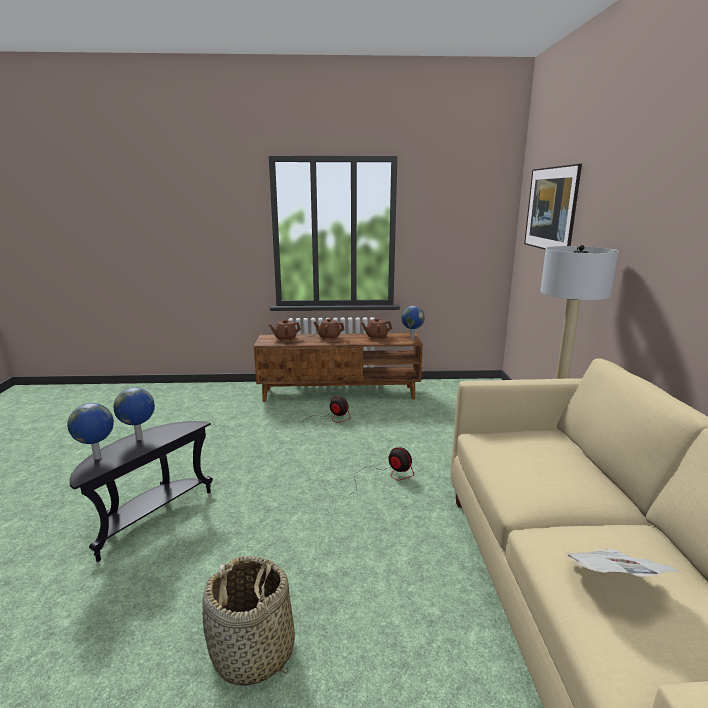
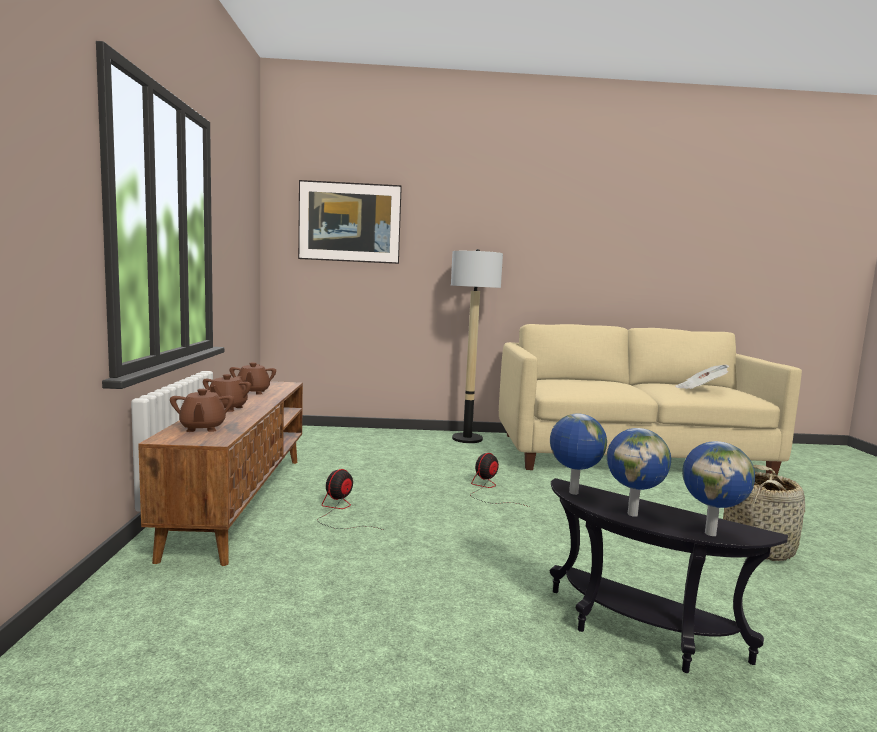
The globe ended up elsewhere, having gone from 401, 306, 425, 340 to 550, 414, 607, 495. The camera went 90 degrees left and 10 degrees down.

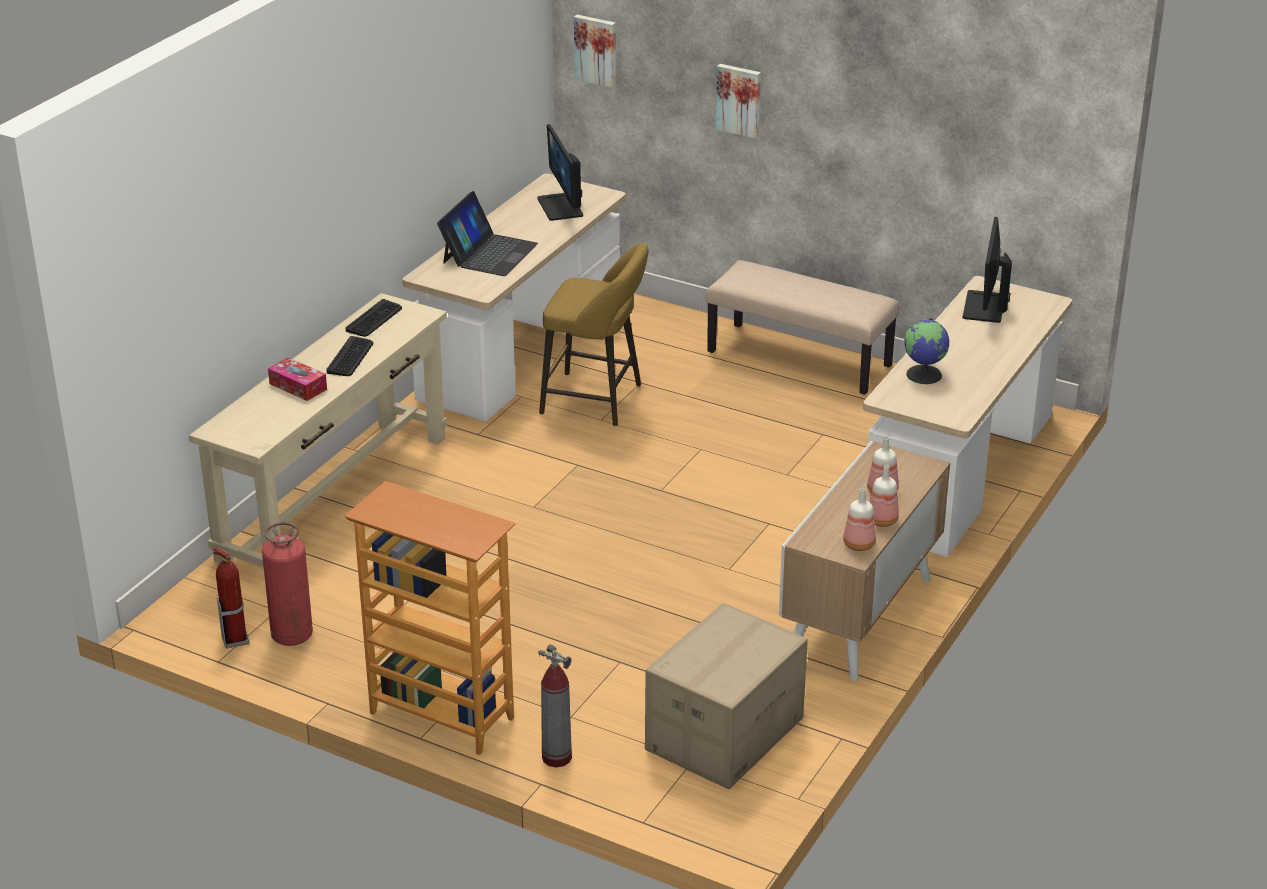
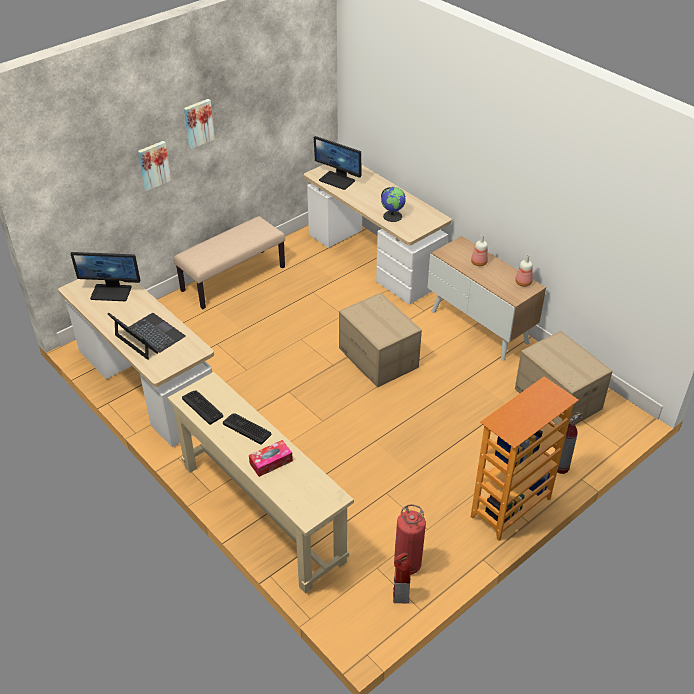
The tableau ended up elsewhere, having gone from 574, 15, 616, 88 to 184, 99, 215, 149. The second view lost the tabouret/jaune at 539, 243, 649, 426. The second view lost the bouteille at 869, 465, 899, 527. The second view gained the carton at 339, 293, 422, 388. The camera went 70 degrees left and 10 degrees up.

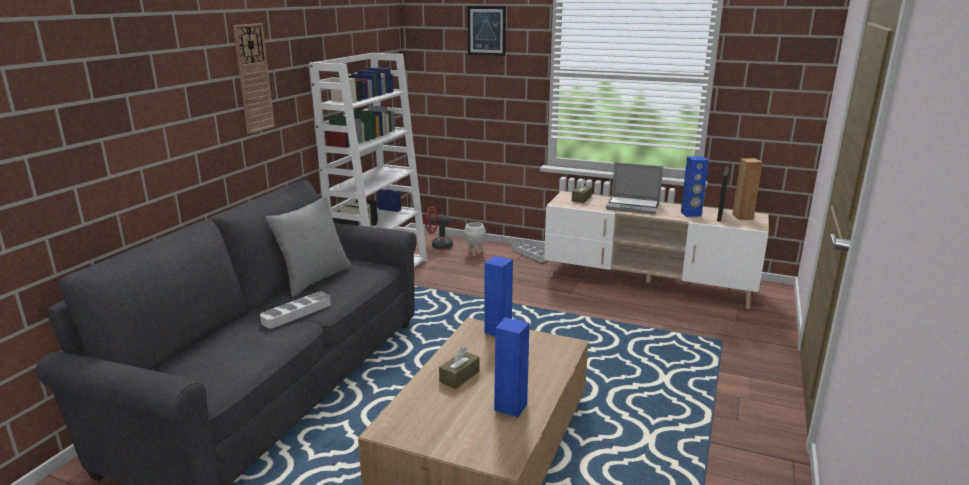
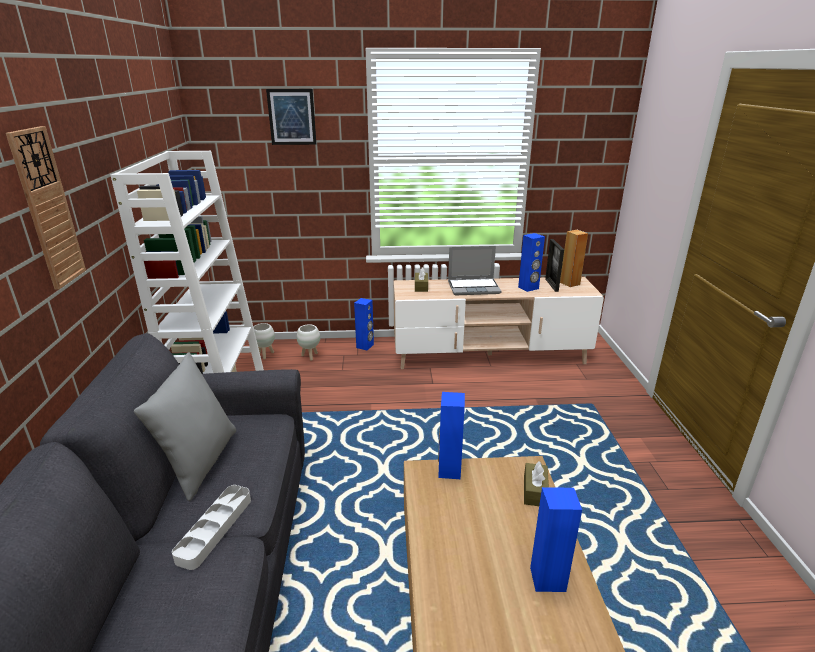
Where the ventilateur/rouge stood at 425, 206, 453, 249, the cache-pot/blanc came to stand at 253, 323, 275, 359. Where the plateau/gris stood at 512, 242, 548, 262, the enceinte/bleu came to stand at 354, 298, 374, 350. The boîte à mouchoirs/marron ended up elsewhere, having gone from 439, 347, 480, 389 to 524, 461, 549, 506. The camera went 25 degrees left and 5 degrees up.

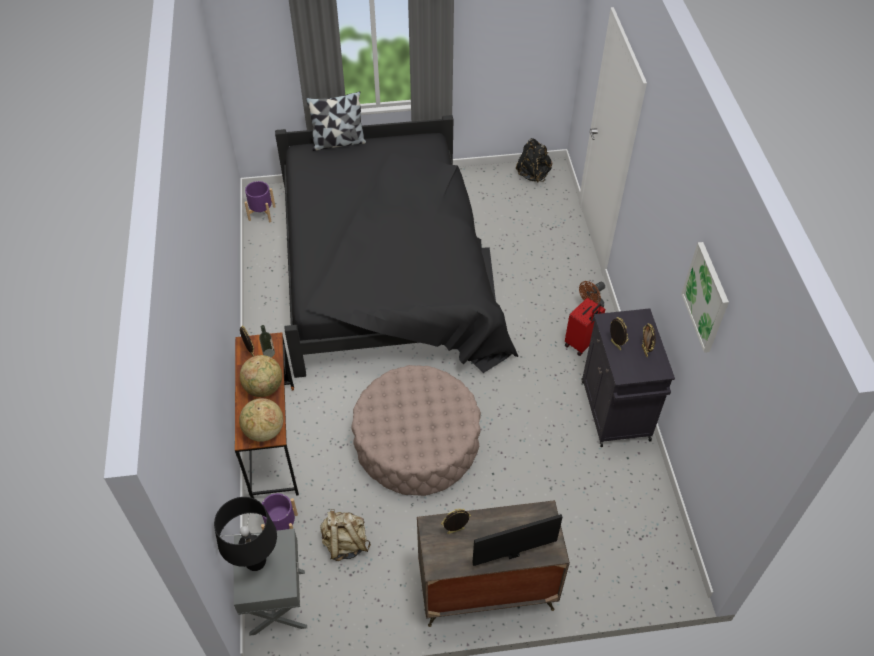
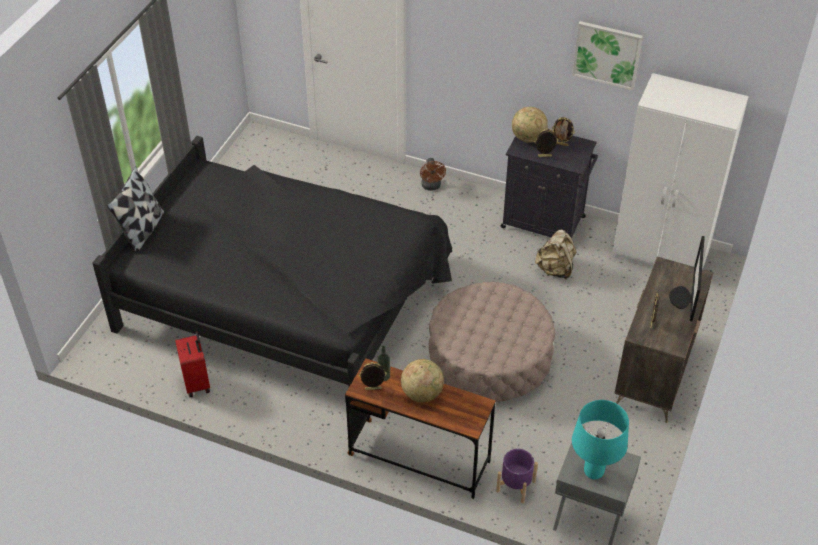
The second view lost the sac à dos/noir at 516, 138, 552, 183. The second view lost the cache-pot/violet at 244, 181, 275, 222. The valise/rouge ended up elsewhere, having gone from 565, 298, 605, 356 to 175, 332, 210, 397. The globe ended up elsewhere, having gone from 239, 398, 283, 442 to 512, 107, 548, 143. What was the lampe de table/noir at 214, 497, 277, 571 turned into the lampe de table/turquoise at 572, 400, 629, 480. The sac à dos/beige ended up elsewhere, having gone from 320, 509, 371, 561 to 535, 230, 576, 280. The second view gained the armoire/blanc at 612, 73, 749, 269. The camera went 60 degrees left and 5 degrees down.

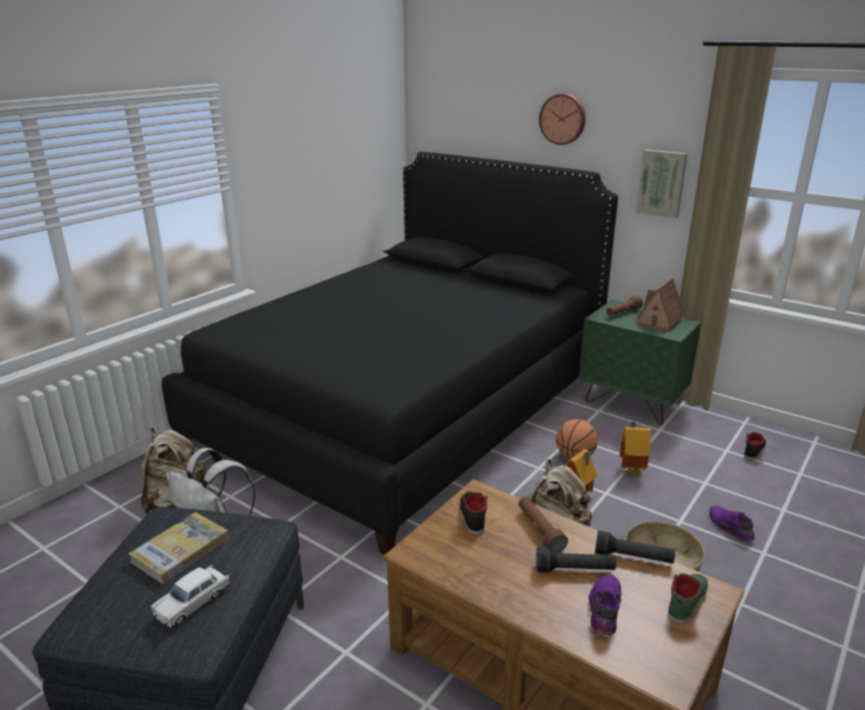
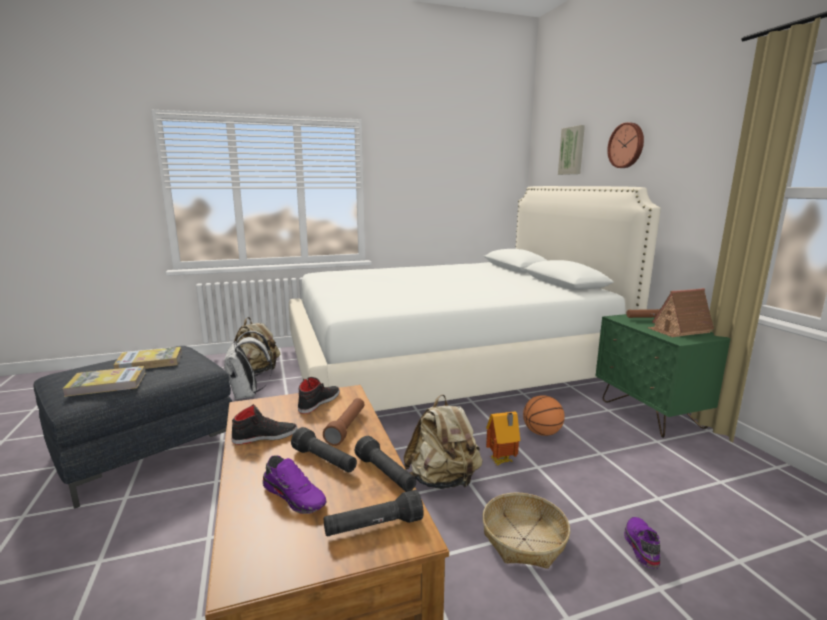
The tableau ended up elsewhere, having gone from 636, 149, 688, 218 to 558, 125, 585, 175. What was the lit/noir at 162, 152, 618, 555 turned into the lit/blanc at 289, 186, 661, 411. The second view lost the maison miniature at 619, 422, 651, 475. The chaussure/noir ended up elsewhere, having gone from 744, 432, 767, 461 to 231, 404, 298, 445. Where the petite voiture/blanc stood at 150, 565, 230, 628, the livre came to stand at 63, 366, 146, 397. Where the chaussure/vert stood at 668, 573, 708, 624, the lampe de poche/noir came to stand at 324, 490, 424, 536. The chaussure/violet at 588, 574, 621, 636 ended up facing another way, 75 degrees clockwise from before. The camera went 35 degrees right and 10 degrees down.

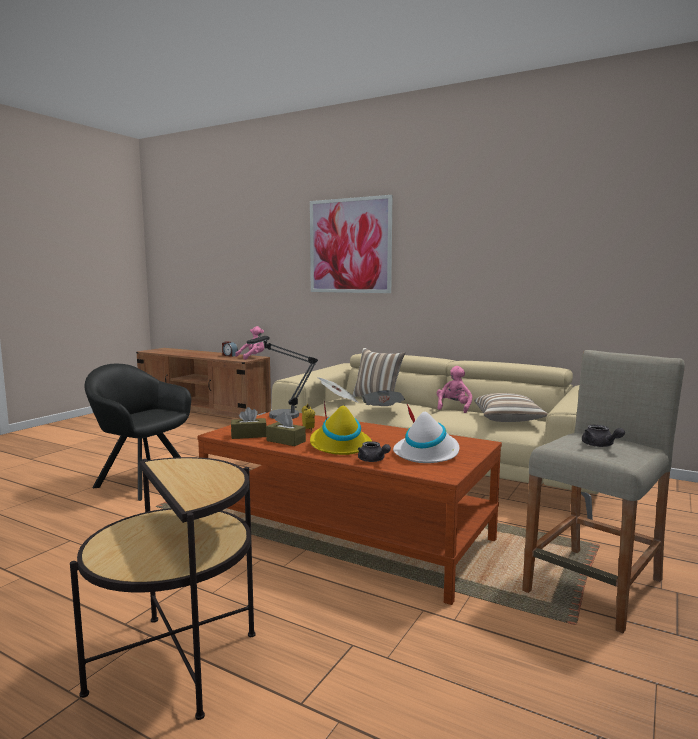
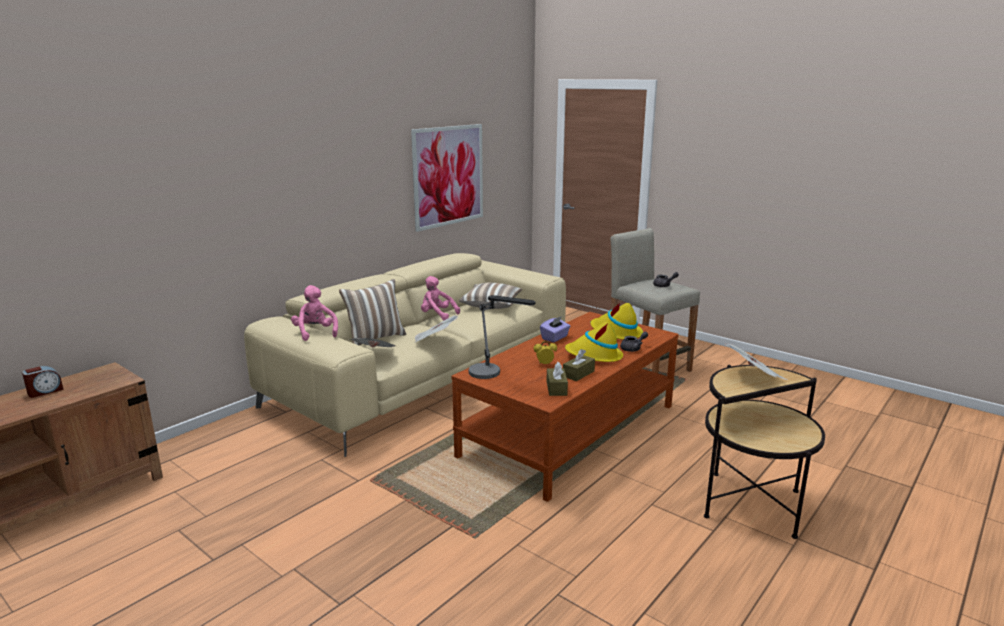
The tableau ended up elsewhere, having gone from 310, 195, 392, 293 to 411, 124, 483, 232. The peluche/rose ended up elsewhere, having gone from 235, 326, 264, 360 to 291, 285, 338, 341. The second view lost the fauteuil/noir at 85, 364, 191, 501. What was the chapeau/blanc at 393, 404, 459, 463 turned into the chapeau/jaune at 590, 302, 643, 340. The second view gained the boîte à mouchoirs/violet at 540, 316, 570, 343. The second view gained the journal at 725, 343, 788, 380. The camera went 80 degrees left and 10 degrees up.

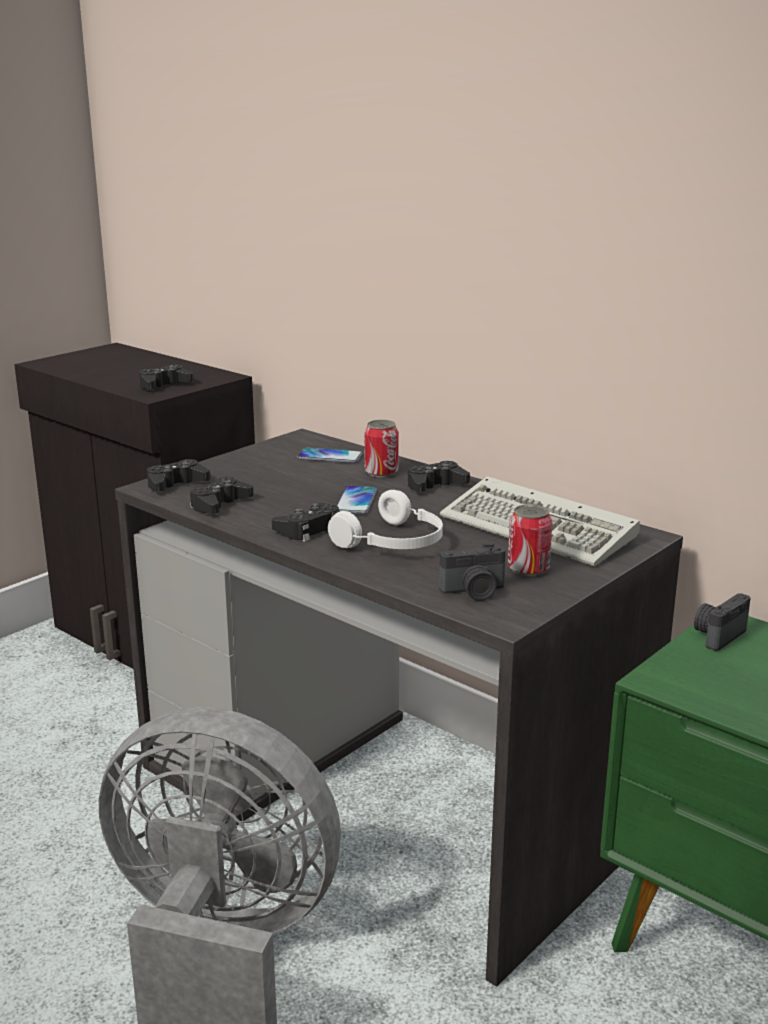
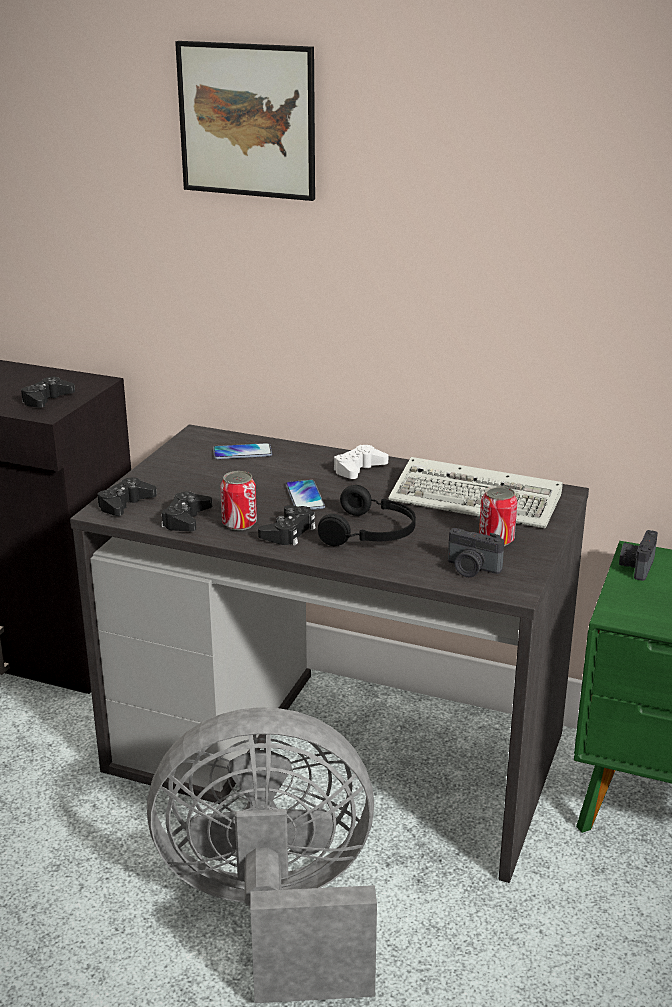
The boîte métallique ended up elsewhere, having gone from 364, 420, 399, 477 to 220, 471, 257, 530. What was the manette/noir at 408, 461, 470, 492 turned into the manette/blanc at 334, 445, 388, 479. What was the casque audio/blanc at 328, 490, 443, 549 turned into the casque audio/noir at 318, 485, 416, 546. The appareil photo at 439, 543, 506, 601 ended up facing another way, 60 degrees clockwise from before. The second view gained the tableau at 175, 41, 315, 201. The camera went 20 degrees left and 5 degrees up.

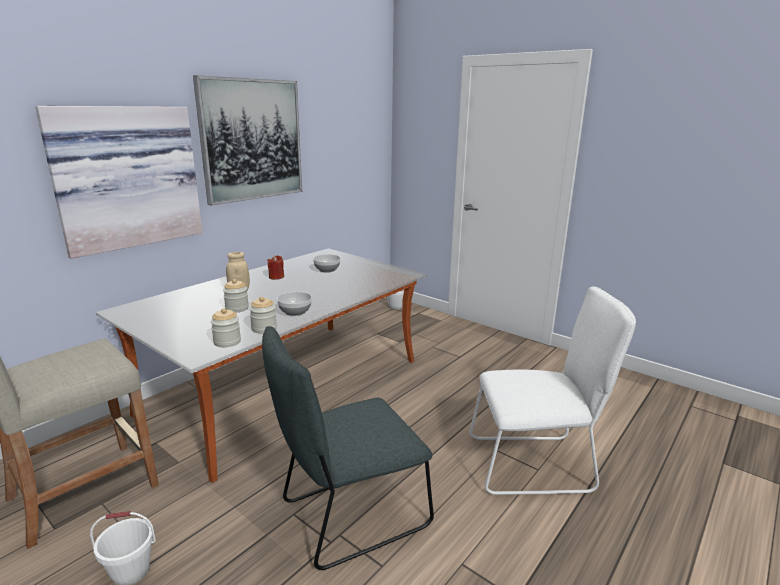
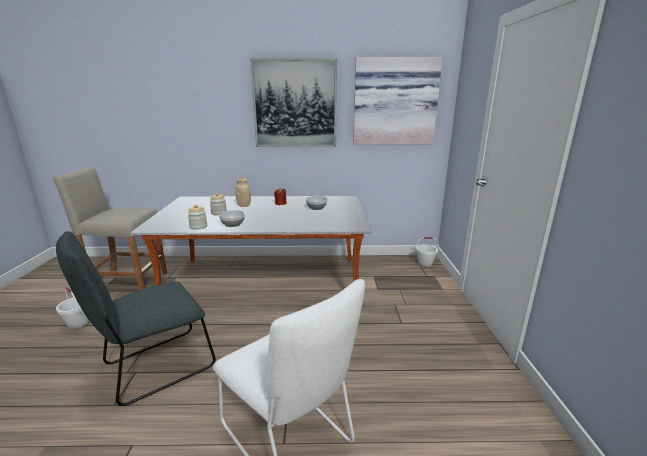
The tableau ended up elsewhere, having gone from 35, 106, 203, 259 to 353, 57, 443, 144. The second view lost the bocal at 211, 308, 241, 347. The chaise/gris at 262, 326, 434, 570 ended up facing another way, 60 degrees counterclockwise from before. The camera went 50 degrees right and 0 degrees up.

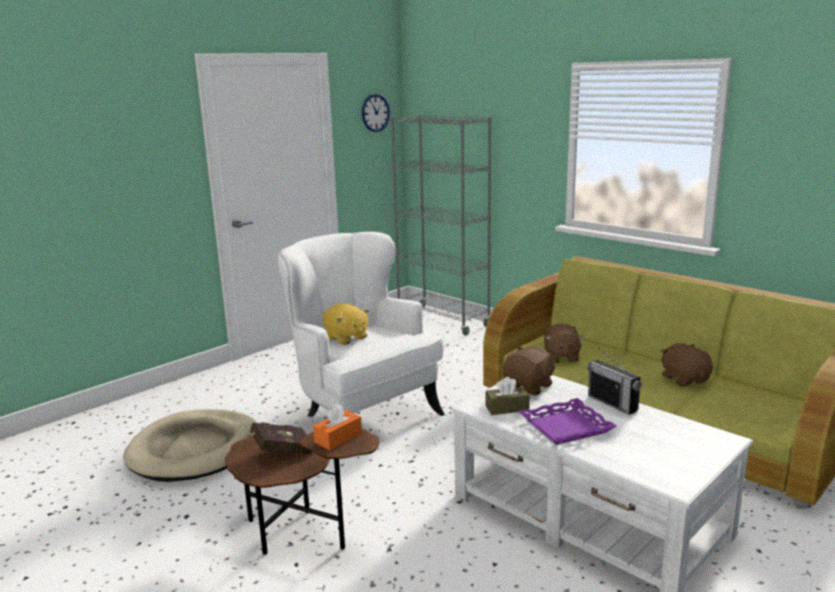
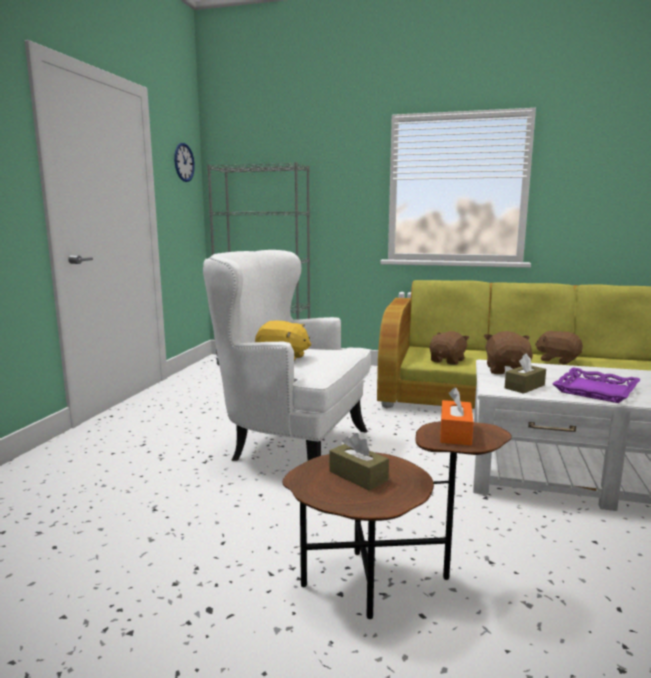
The peluche/marron at 544, 323, 584, 363 ended up facing another way, 120 degrees counterclockwise from before. The second view lost the radio at 587, 348, 642, 415. The second view lost the panier pour chien/beige at 123, 409, 257, 482. Where the livre/rouge stood at 246, 422, 312, 454, the boîte à mouchoirs/marron came to stand at 329, 433, 389, 491. The camera went 30 degrees left and 5 degrees down.

